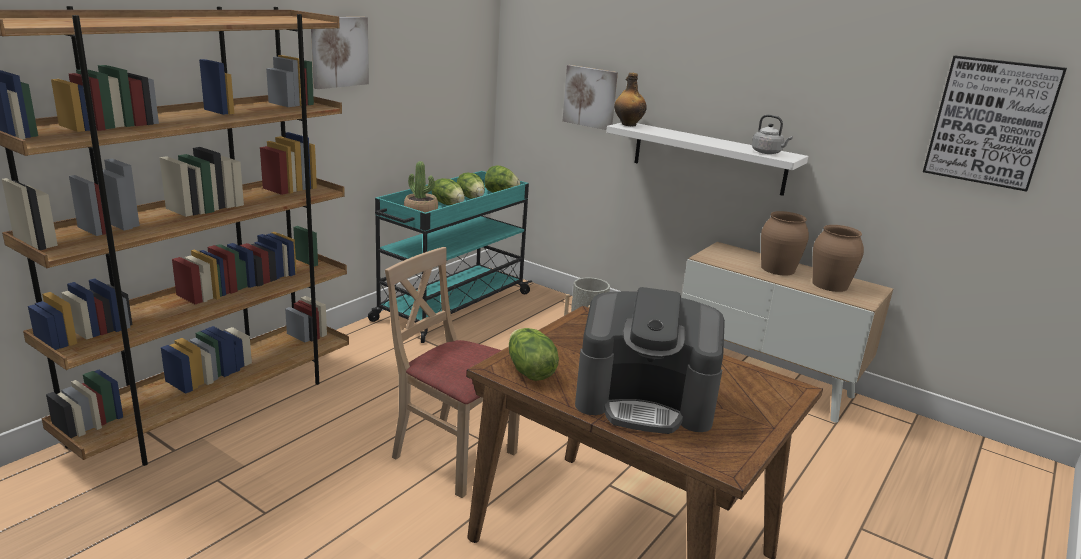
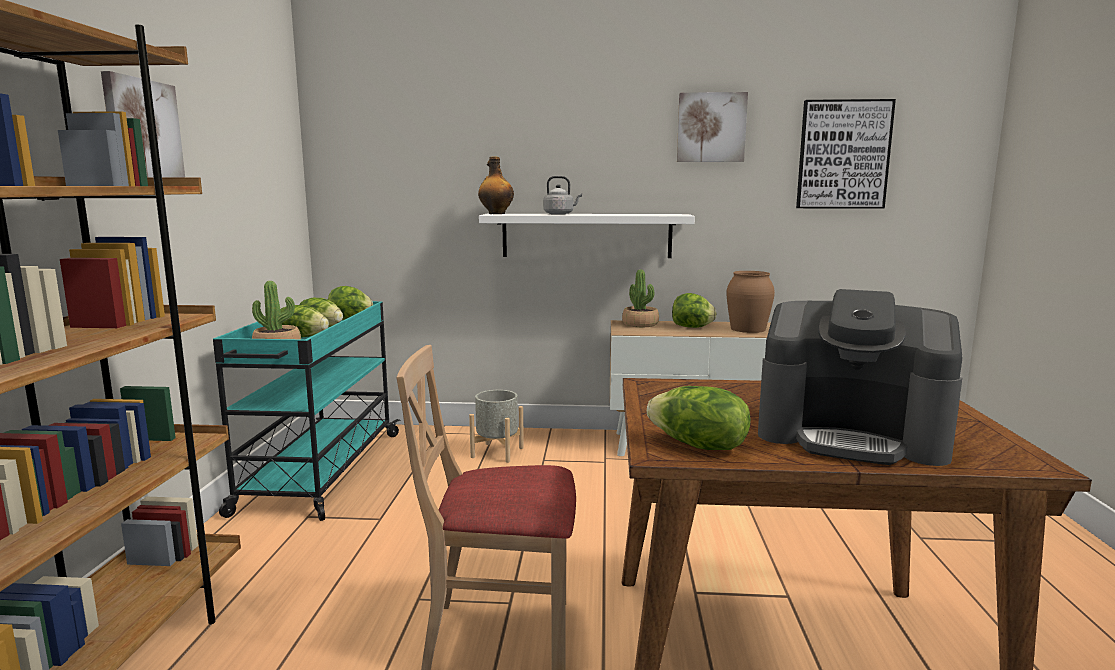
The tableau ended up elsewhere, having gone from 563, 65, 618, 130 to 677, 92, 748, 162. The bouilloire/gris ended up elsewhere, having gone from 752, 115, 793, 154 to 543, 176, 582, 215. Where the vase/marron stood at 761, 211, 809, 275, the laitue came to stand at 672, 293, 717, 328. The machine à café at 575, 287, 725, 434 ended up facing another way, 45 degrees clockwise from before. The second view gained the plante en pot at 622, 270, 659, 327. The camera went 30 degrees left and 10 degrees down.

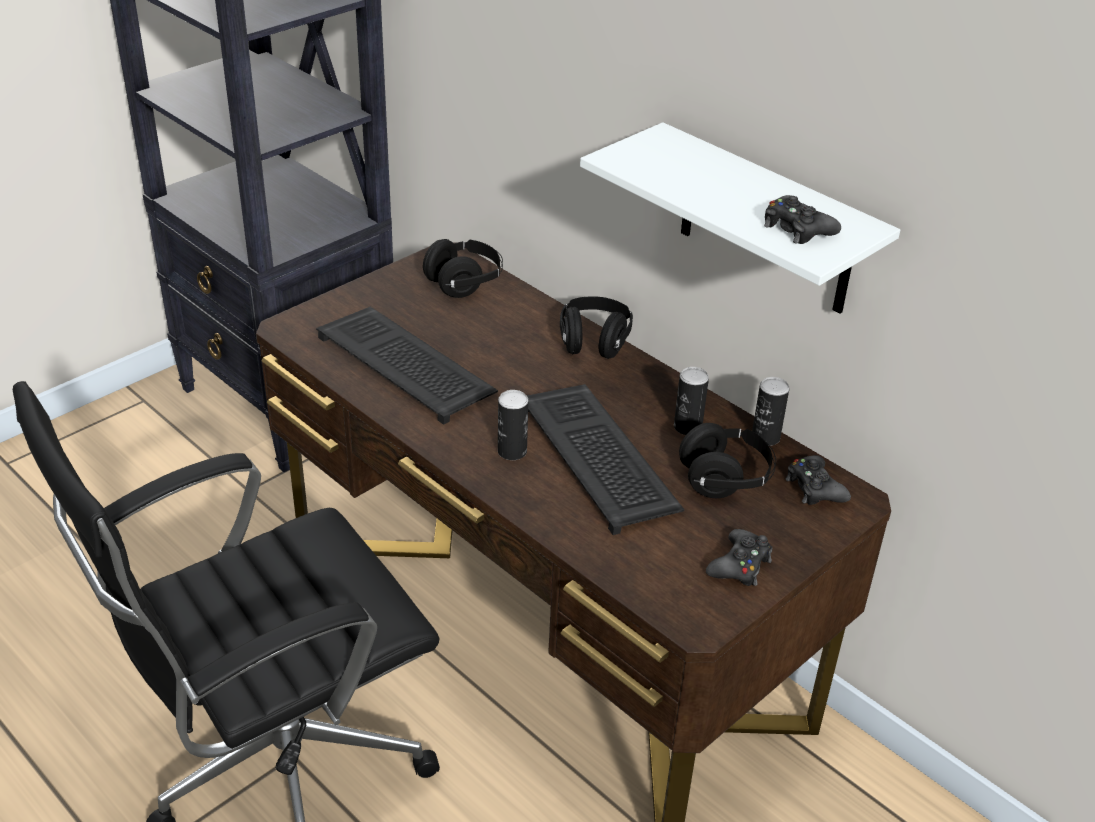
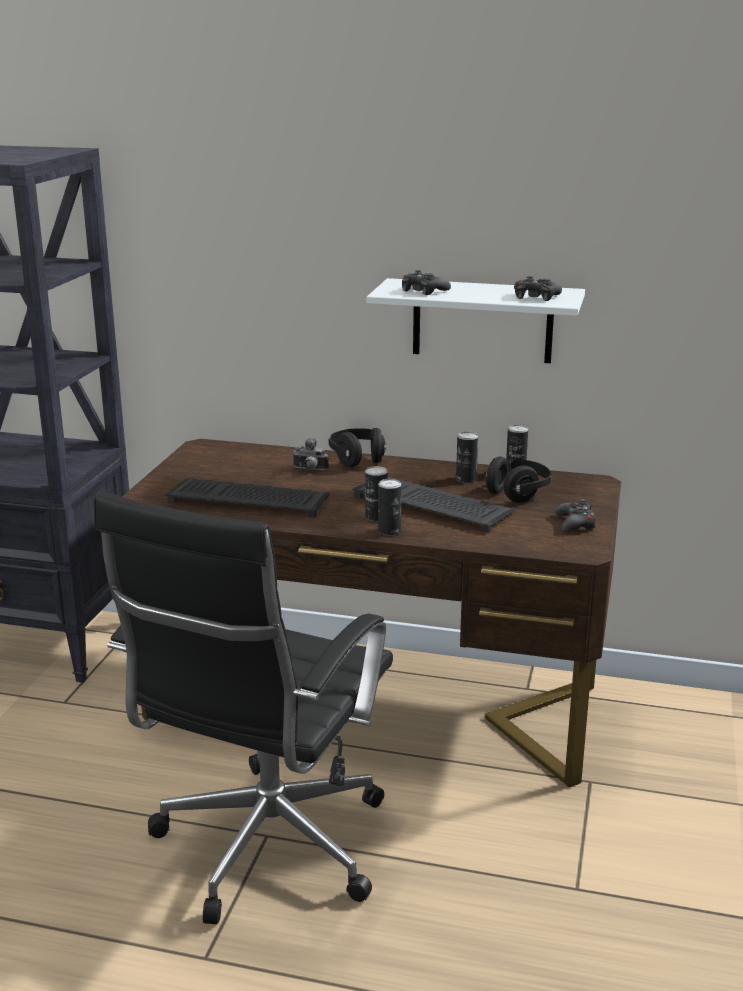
The second view lost the casque audio/noir at 423, 239, 503, 298. The manette/noir ended up elsewhere, having gone from 785, 455, 851, 505 to 402, 270, 451, 295. The second view gained the appareil photo at 292, 438, 329, 471. The second view gained the boîte métallique at 378, 479, 401, 535. The camera went 30 degrees left and 15 degrees down.

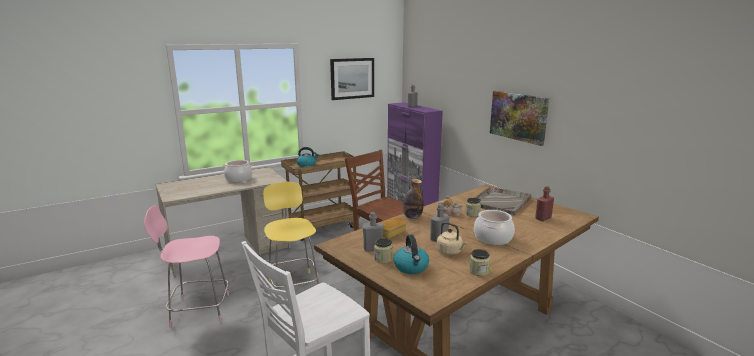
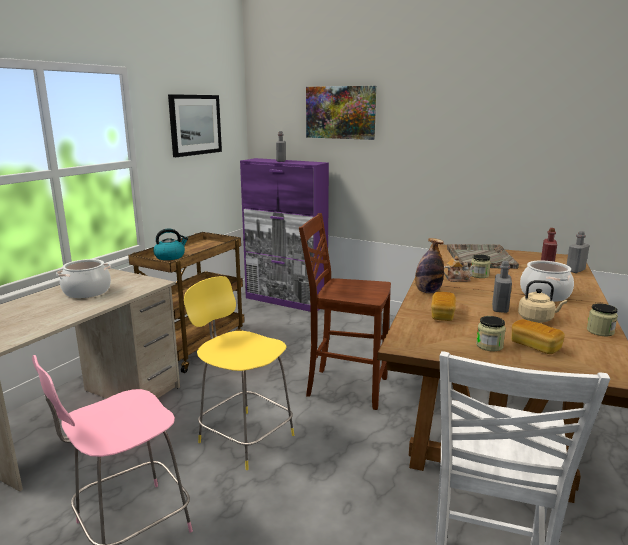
The tableau ended up elsewhere, having gone from 490, 91, 549, 146 to 306, 86, 376, 140. The bouteille/gris ended up elsewhere, having gone from 362, 212, 384, 252 to 567, 231, 589, 273. Where the bouilloire stood at 393, 235, 429, 274, the pain came to stand at 512, 319, 565, 354. The camera went 30 degrees left and 0 degrees up.

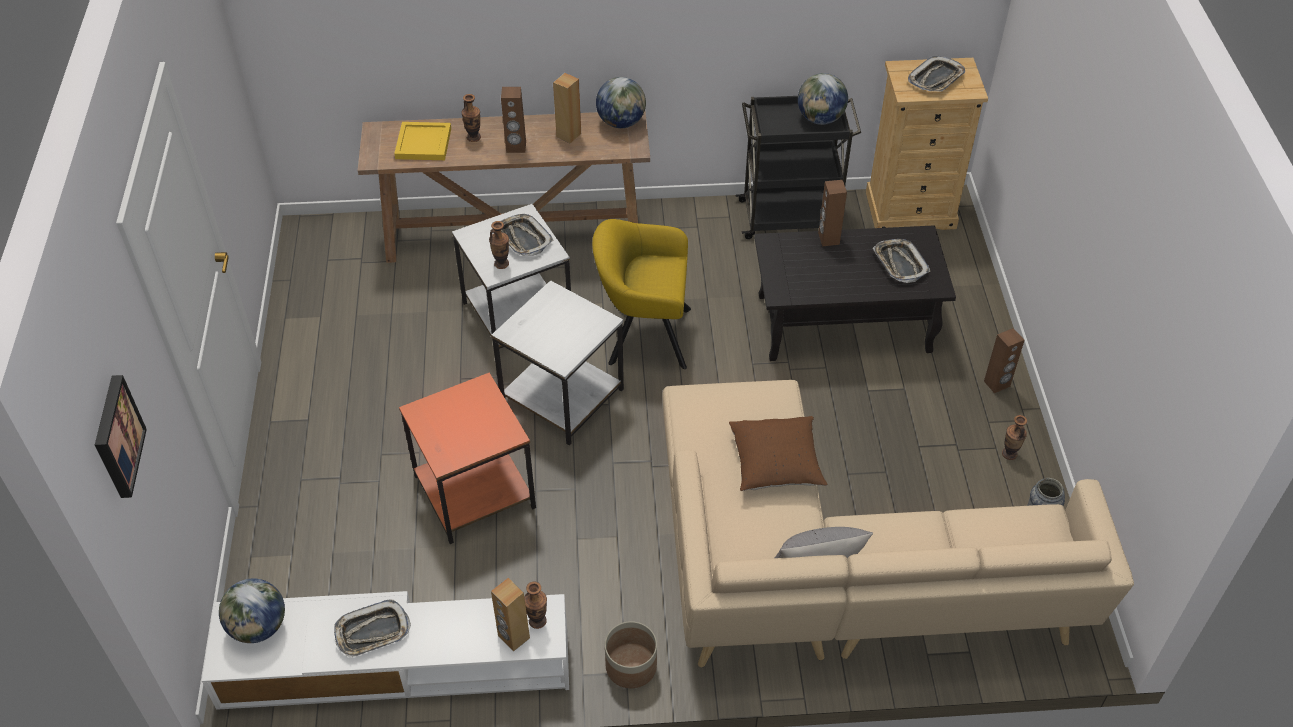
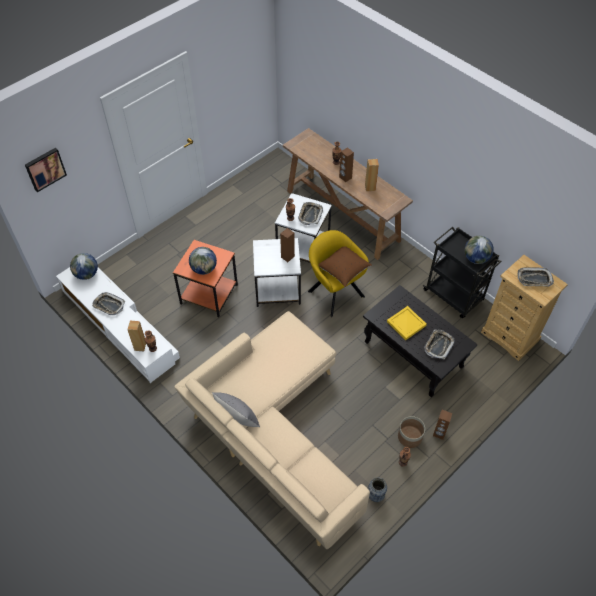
The globe ended up elsewhere, having gone from 596, 77, 646, 128 to 189, 247, 217, 275. The plateau/jaune ended up elsewhere, having gone from 394, 122, 451, 160 to 387, 306, 427, 340. The enceinte/marron ended up elsewhere, having gone from 818, 180, 847, 246 to 280, 228, 295, 262. The coussin/marron ended up elsewhere, having gone from 729, 416, 827, 491 to 319, 246, 372, 287. The cache-pot ended up elsewhere, having gone from 605, 621, 657, 688 to 398, 416, 425, 448. The camera went 50 degrees right and 5 degrees up.

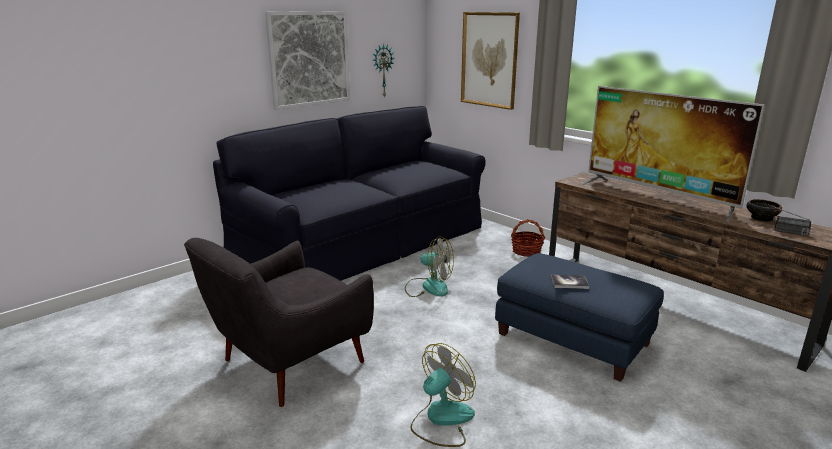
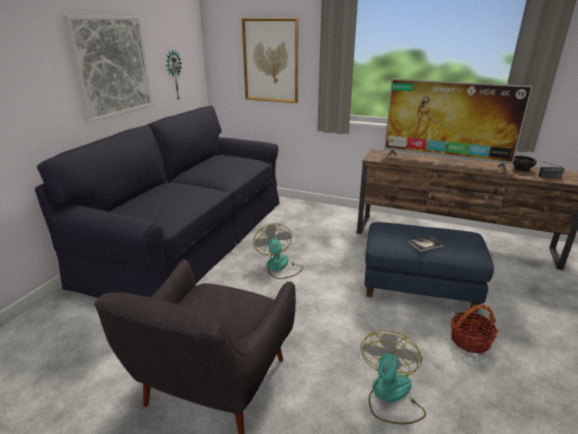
The panier ended up elsewhere, having gone from 511, 220, 545, 257 to 451, 304, 498, 354. The ventilateur at 405, 236, 454, 297 ended up facing another way, 105 degrees counterclockwise from before. The camera went 25 degrees left and 5 degrees up.

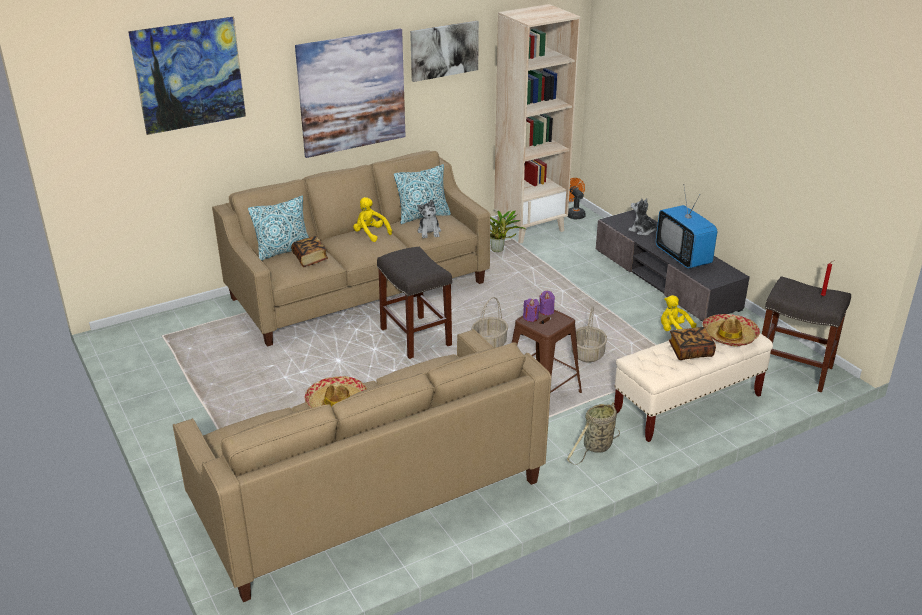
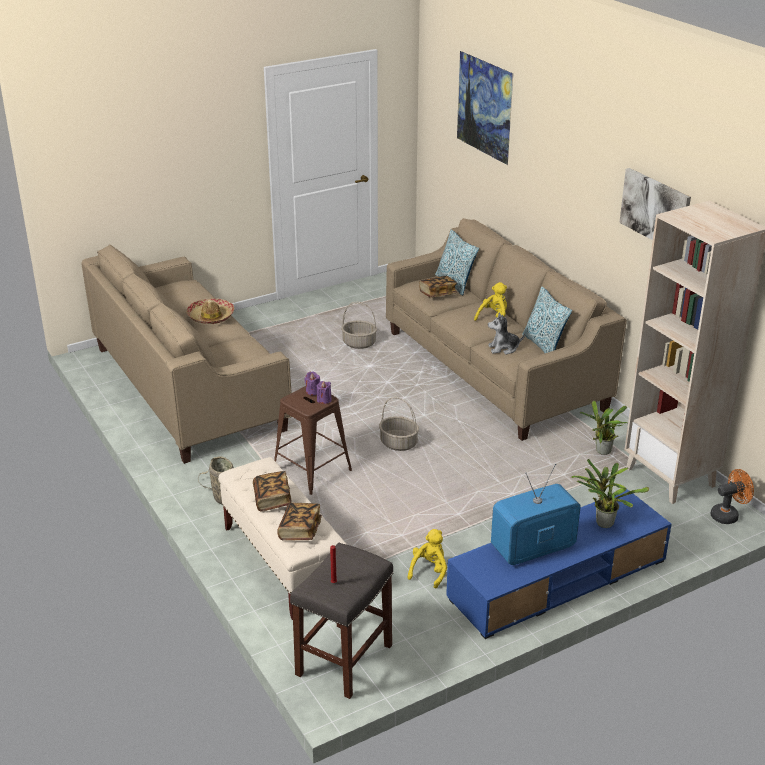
The second view lost the tableau at 295, 28, 406, 158. Where the peluche stood at 628, 198, 657, 236, the plante en pot came to stand at 571, 459, 649, 528. What was the meuble télé/gris at 596, 210, 750, 322 turned into the meuble télé/bleu at 446, 489, 671, 639. The second view lost the tabouret/gris at 377, 246, 452, 359. The panier ended up elsewhere, having gone from 572, 307, 607, 362 to 341, 302, 377, 349. Where the chapeau stood at 703, 314, 760, 346, the livre came to stand at 277, 503, 322, 541. The camera went 90 degrees right and 0 degrees up.

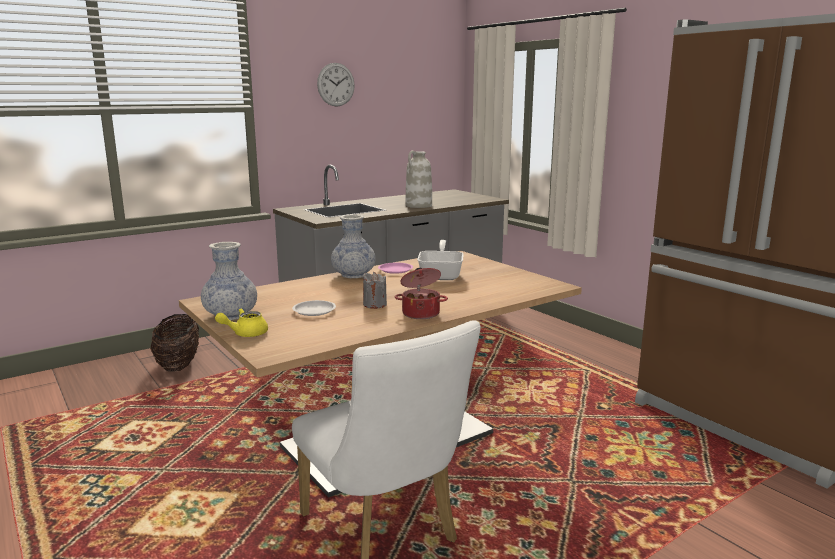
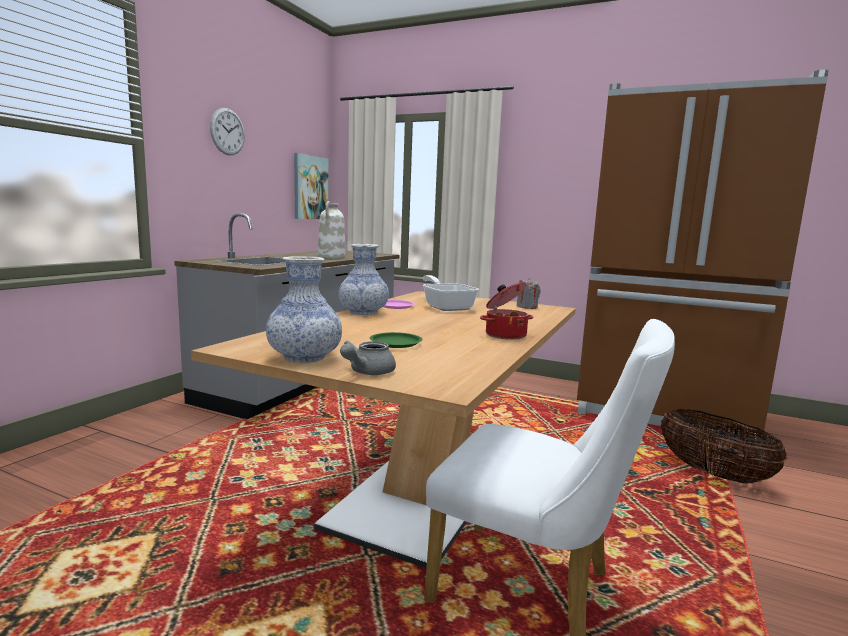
The bougie/gris ended up elsewhere, having gone from 363, 272, 387, 309 to 517, 278, 541, 309. What was the assiette/blanc at 292, 300, 336, 316 turned into the assiette/vert at 370, 332, 423, 348. What was the théière/jaune at 215, 308, 268, 337 turned into the théière/gris at 340, 341, 396, 375. The panier ended up elsewhere, having gone from 151, 314, 199, 372 to 661, 409, 788, 483. The second view gained the tableau at 294, 153, 329, 219. The camera went 30 degrees left and 5 degrees down.

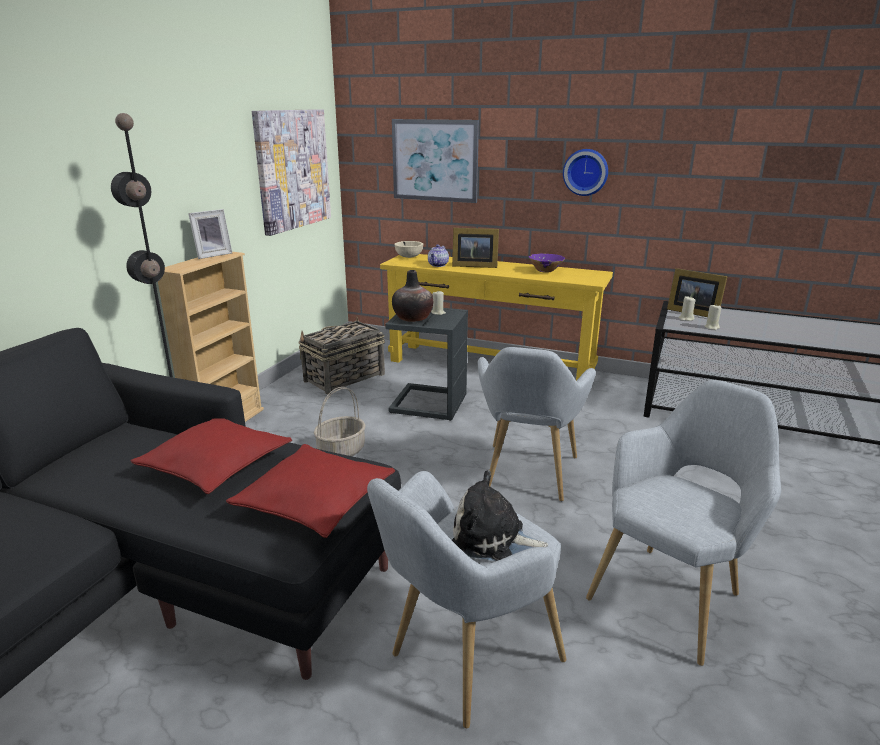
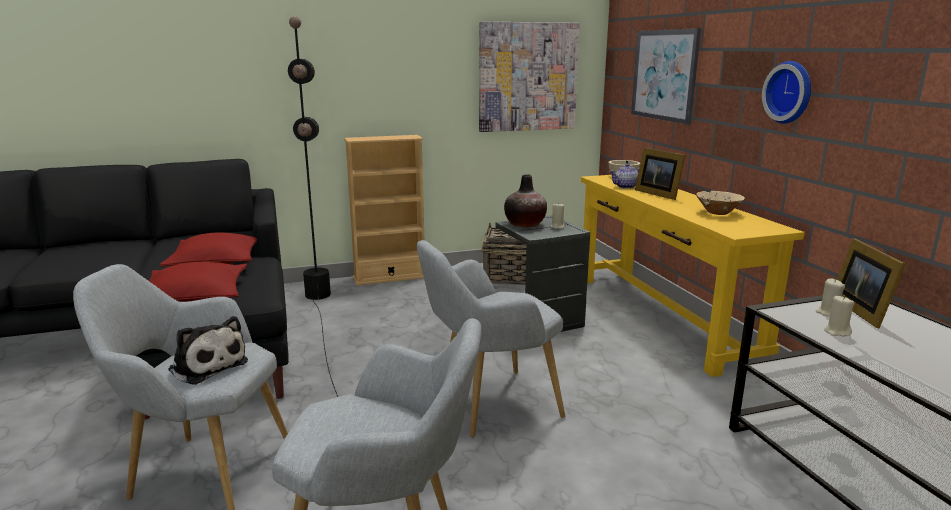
The second view lost the cadre photo at 188, 209, 232, 259. What was the bol/violet at 529, 254, 565, 273 turned into the bol/beige at 696, 191, 745, 215. The second view lost the panier at 314, 387, 366, 456. The peluche at 452, 470, 548, 561 ended up facing another way, 150 degrees clockwise from before. The camera went 50 degrees right and 5 degrees down.

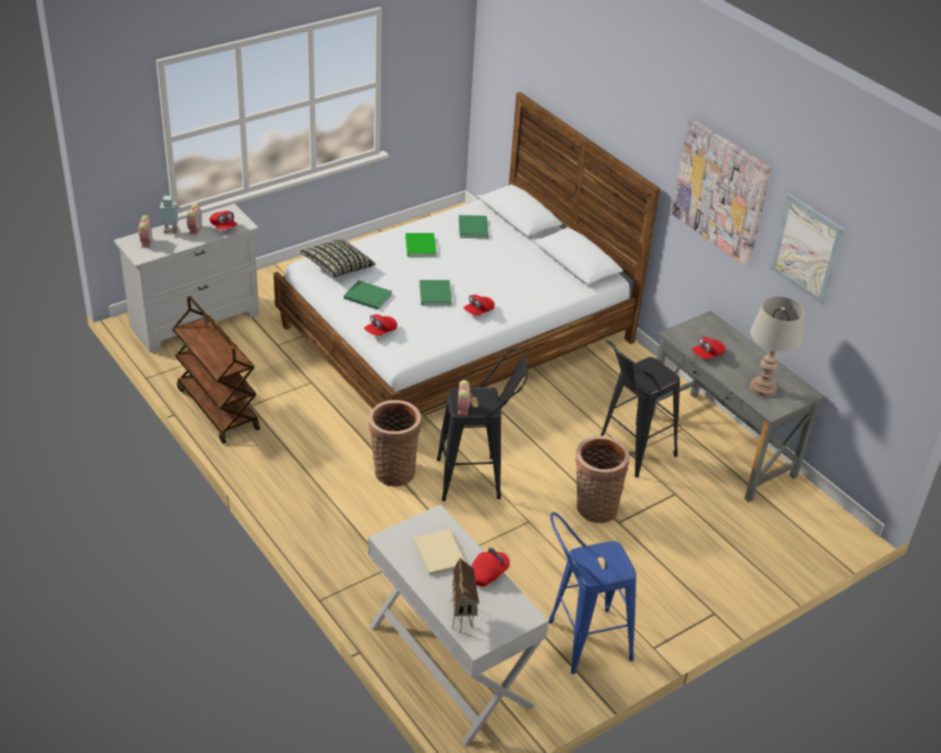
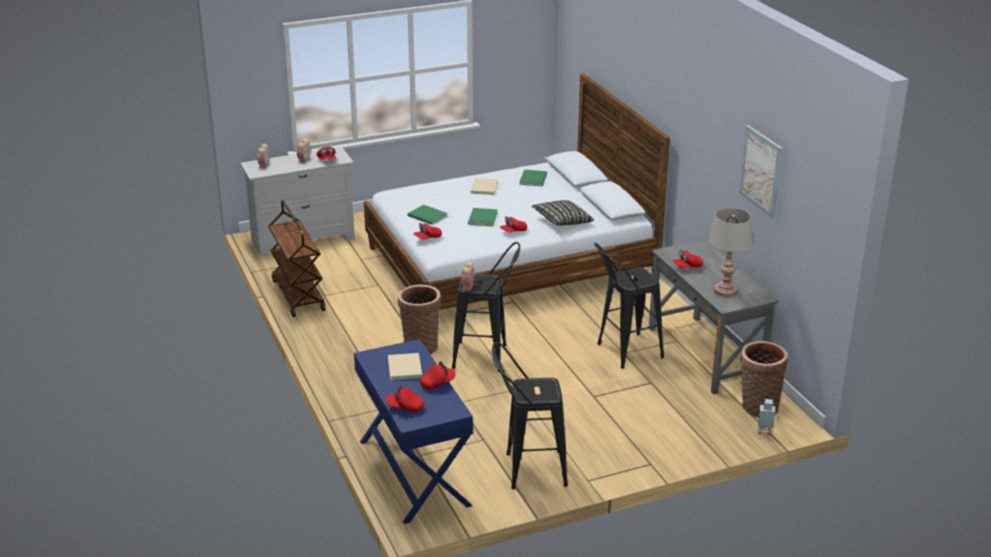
The second view lost the tableau at 672, 118, 772, 266. The robot jouet ended up elsewhere, having gone from 157, 196, 181, 233 to 755, 399, 779, 435. What was the livre/vert at 405, 233, 437, 257 turned into the livre/beige at 471, 178, 498, 195. The coussin ended up elsewhere, having gone from 299, 239, 376, 277 to 532, 200, 594, 226. The panier ended up elsewhere, having gone from 575, 436, 630, 523 to 741, 341, 788, 417. What was the table console/blanc at 368, 504, 549, 746 turned into the table console/bleu at 354, 339, 473, 524. What was the tabouret/bleu at 549, 512, 636, 674 turned into the tabouret/noir at 492, 342, 568, 489. Where the maison miniature stood at 450, 558, 480, 633, the casquette/rouge came to stand at 386, 385, 424, 412. The camera went 15 degrees right and 10 degrees down.

